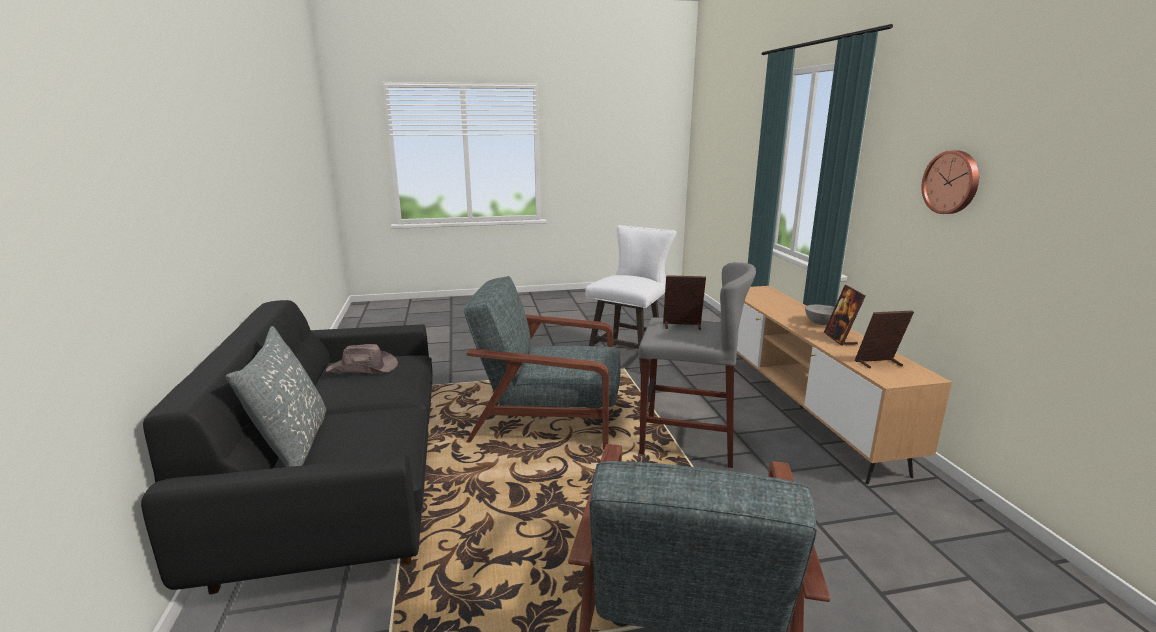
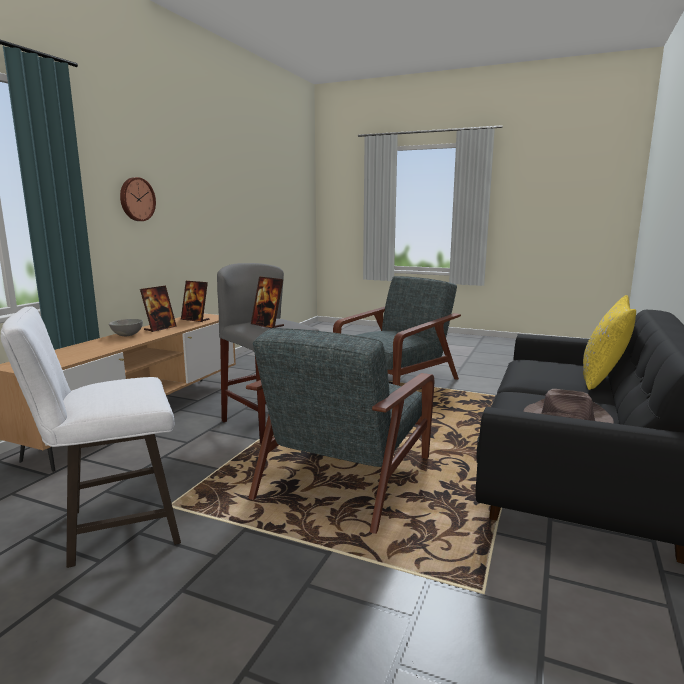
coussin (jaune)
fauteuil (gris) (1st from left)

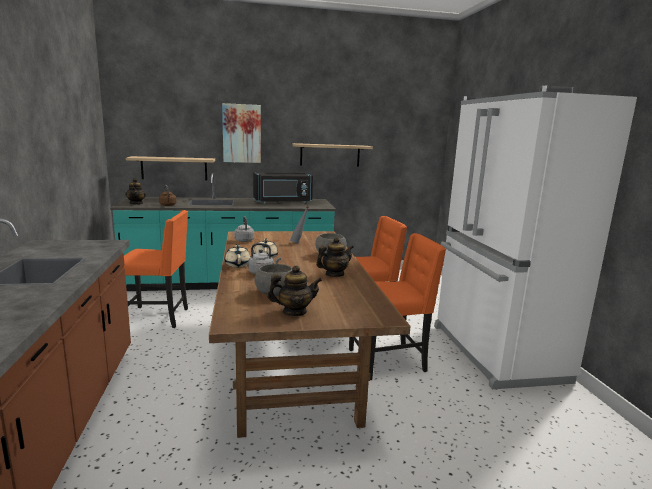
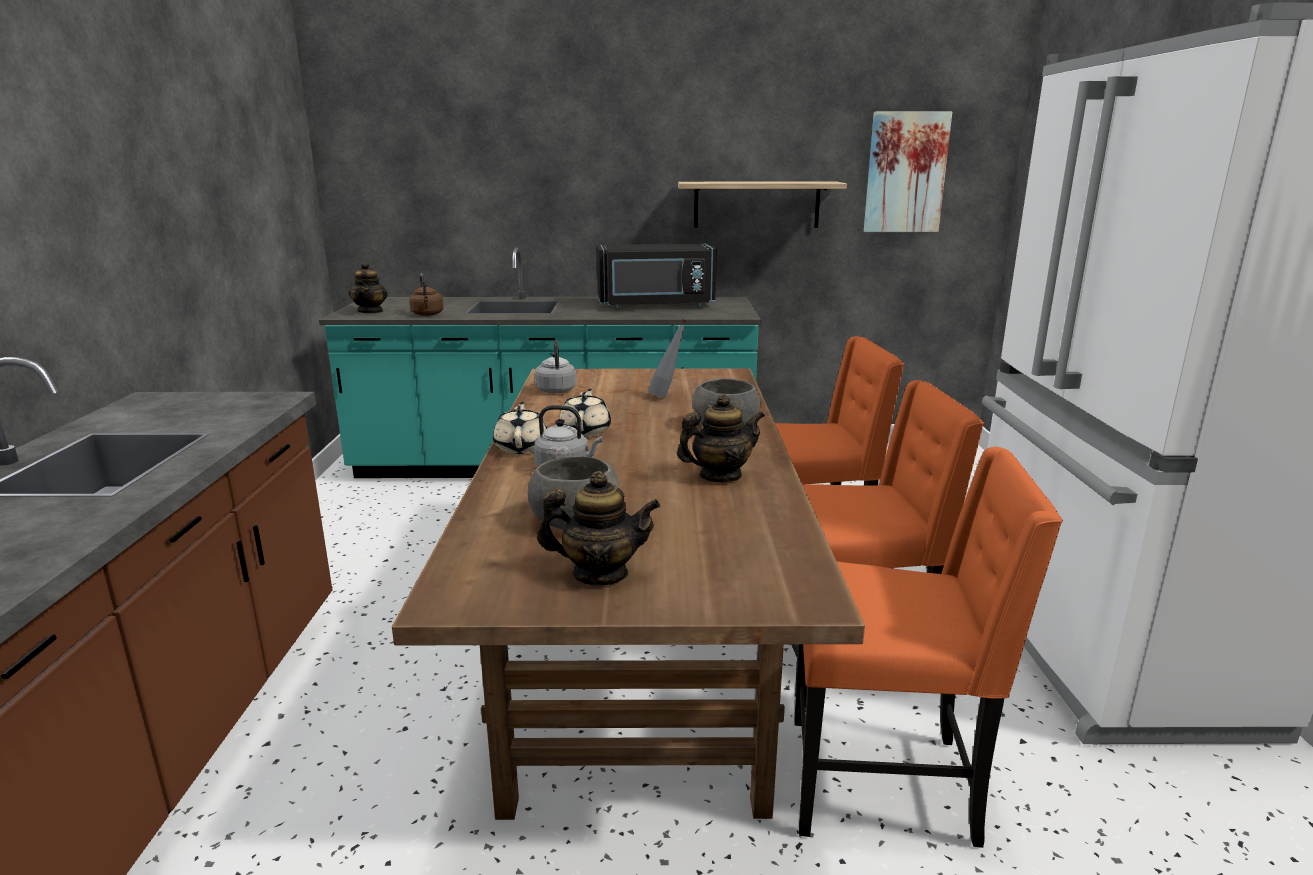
étagère (1st from left in the first image)
chaise (orange) (3rd from left)
tableau

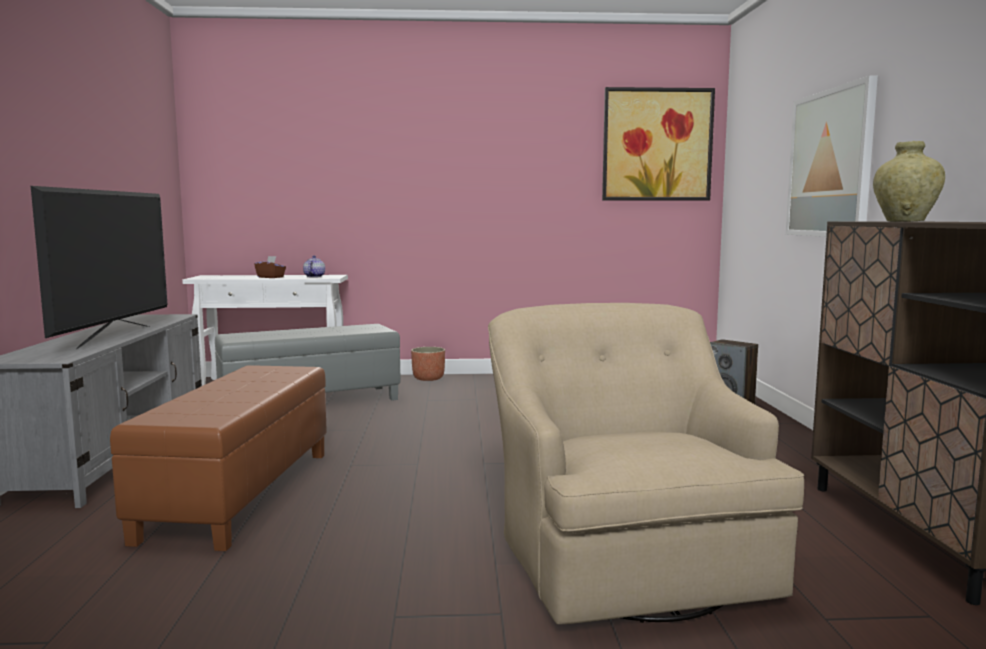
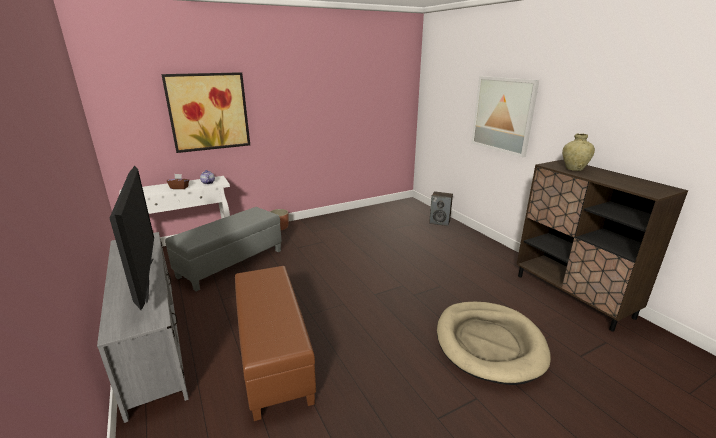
tableau (1st from left)
panier pour chien (beige)

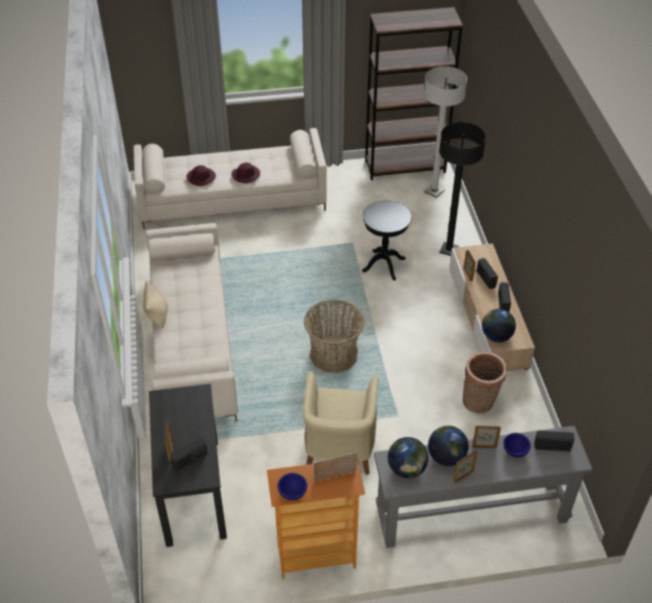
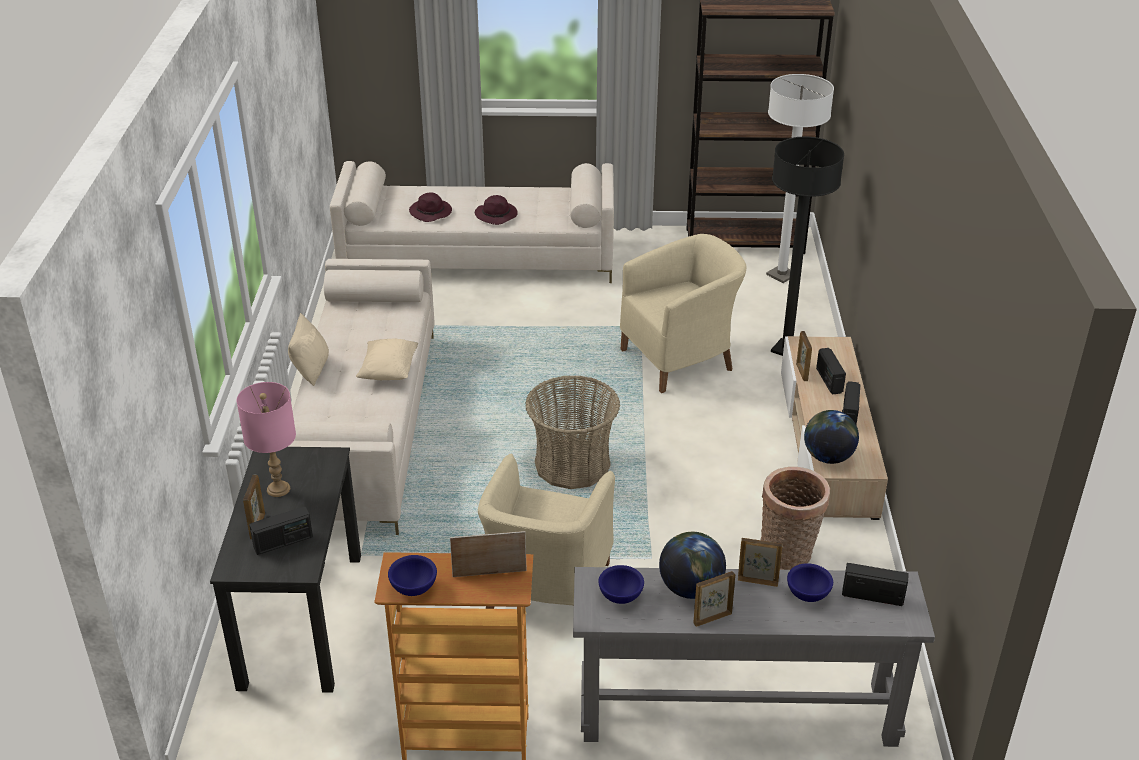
lampe de table (rose)
coussin (beige) (2nd from left)
fauteuil (beige) (2nd from left)
bol (bleu) (2nd from left)

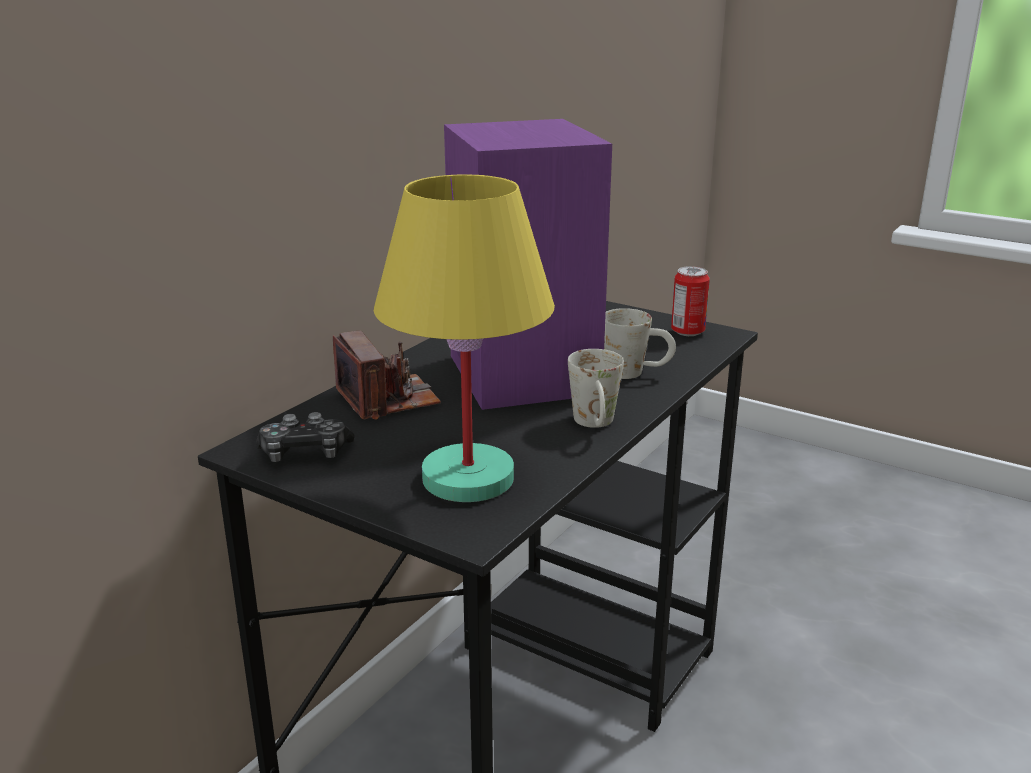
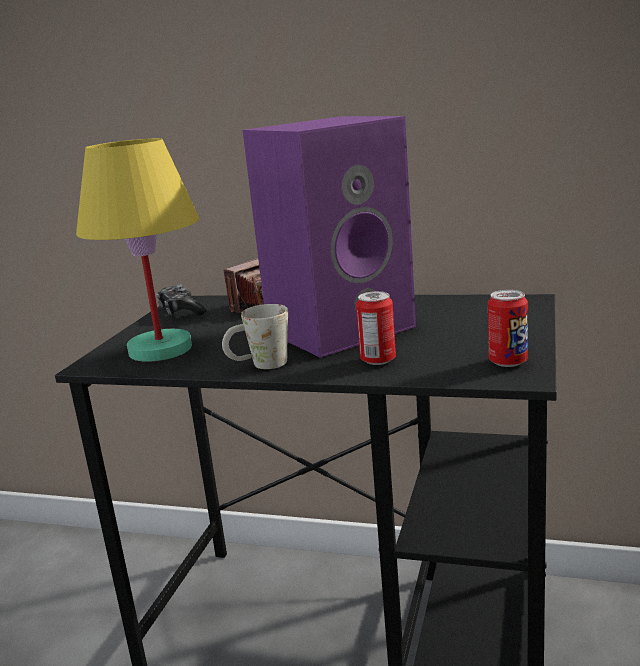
boîte métallique (1st from left)

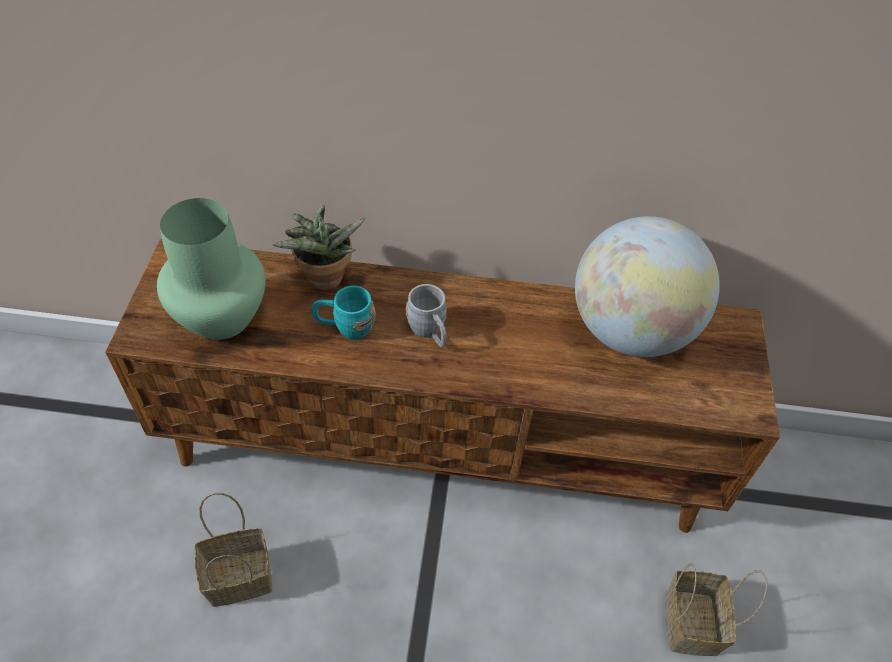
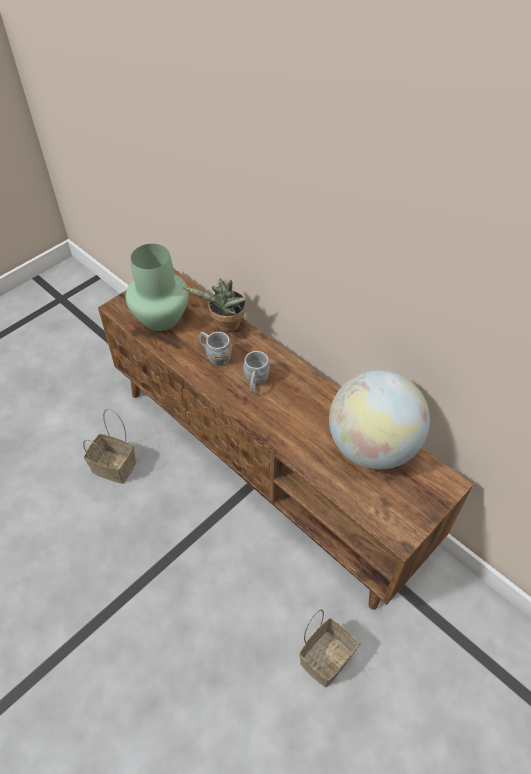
mug (gris) (1st from left)

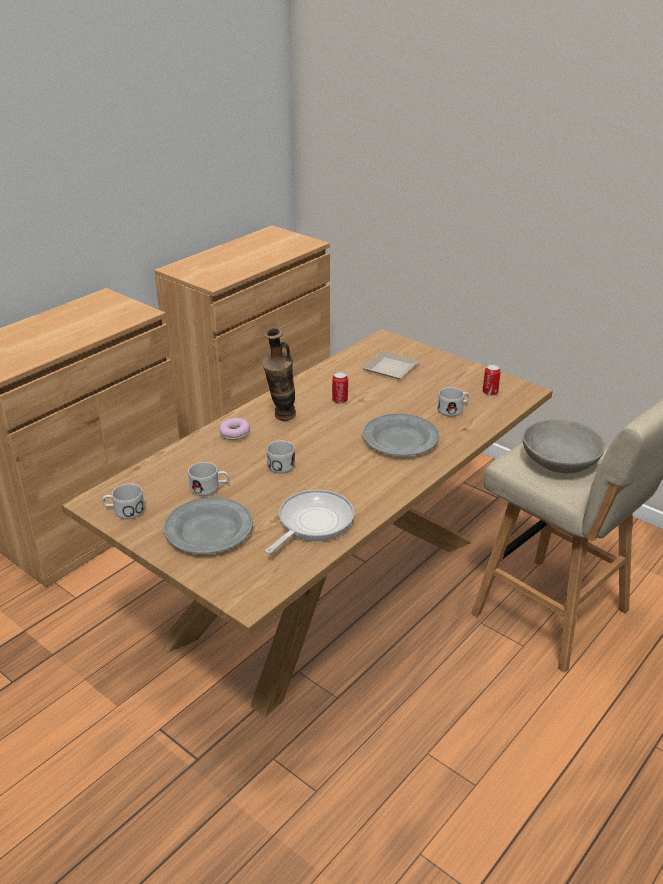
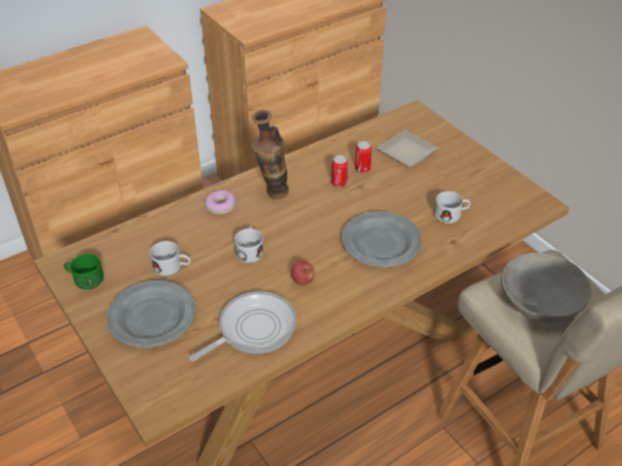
pomme
boîte métallique (2nd from left)
mug (vert)

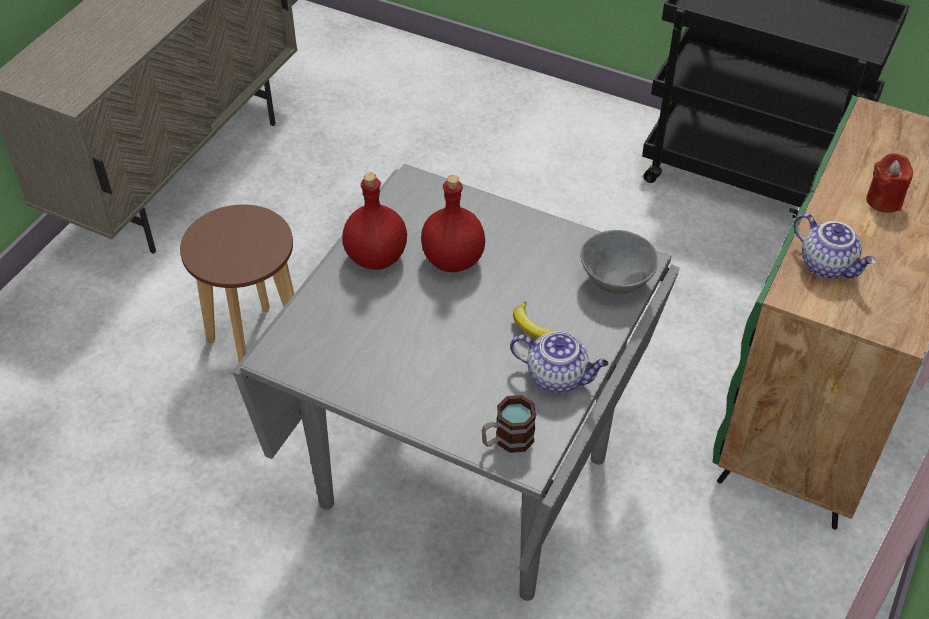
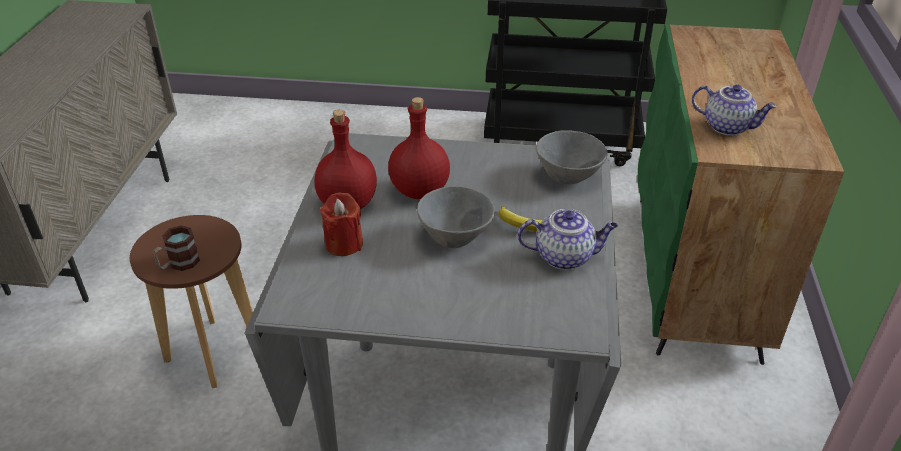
bol (gris) (1st from left)
mug
bougie (rouge)

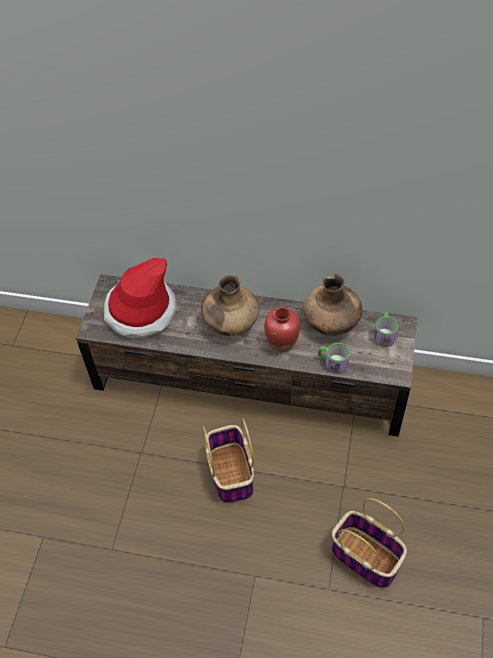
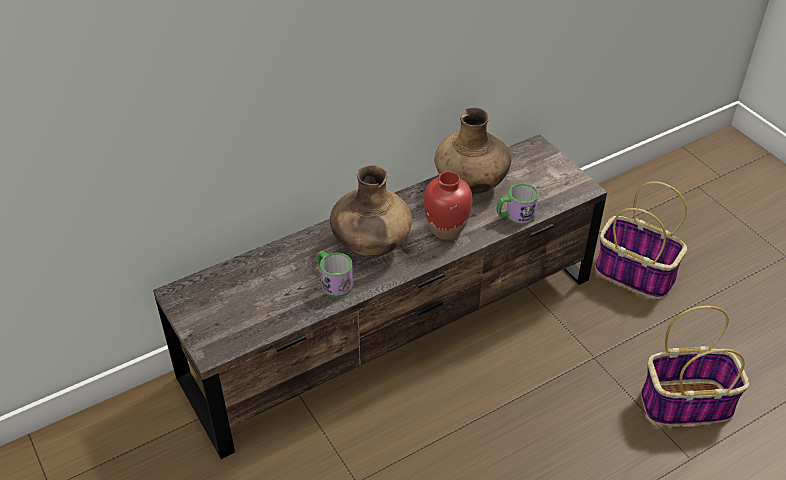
chapeau
panier (1st from left)
mug (1st from left)

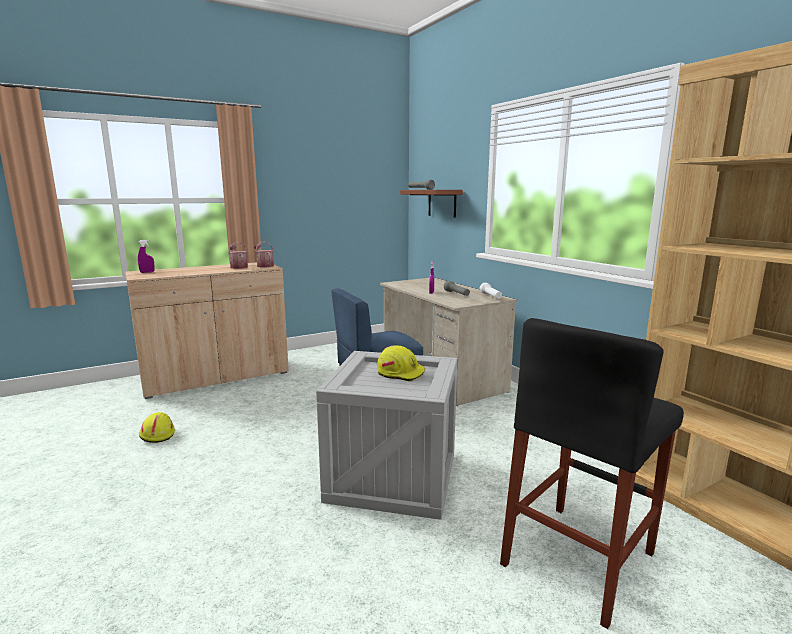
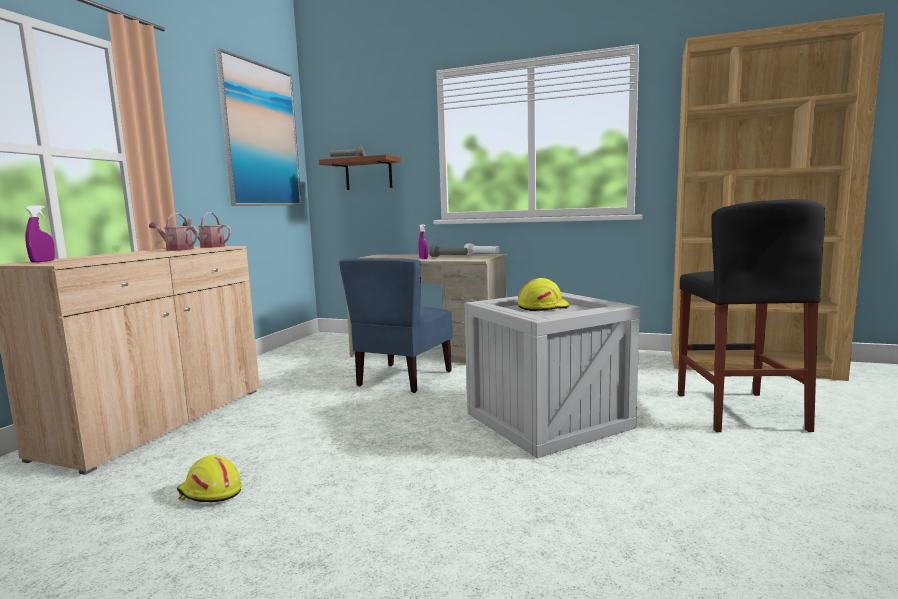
tableau

